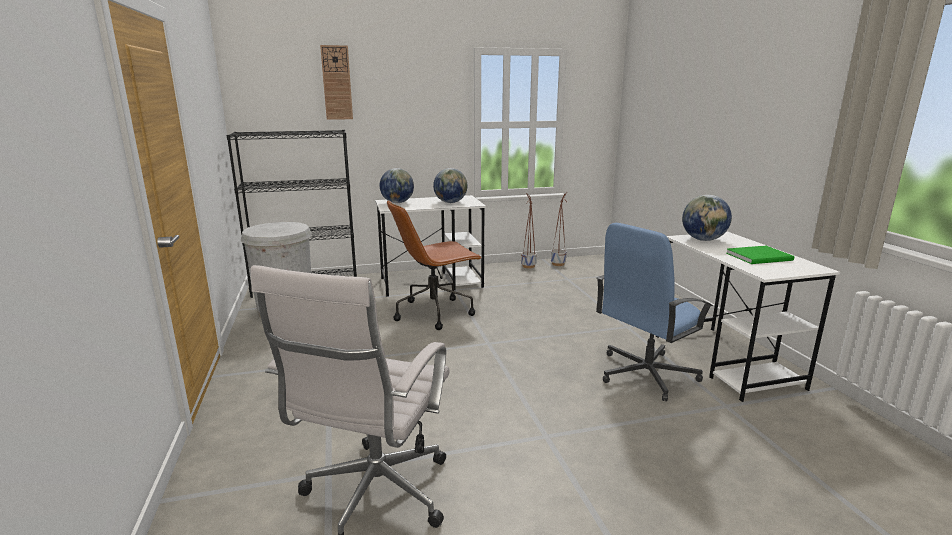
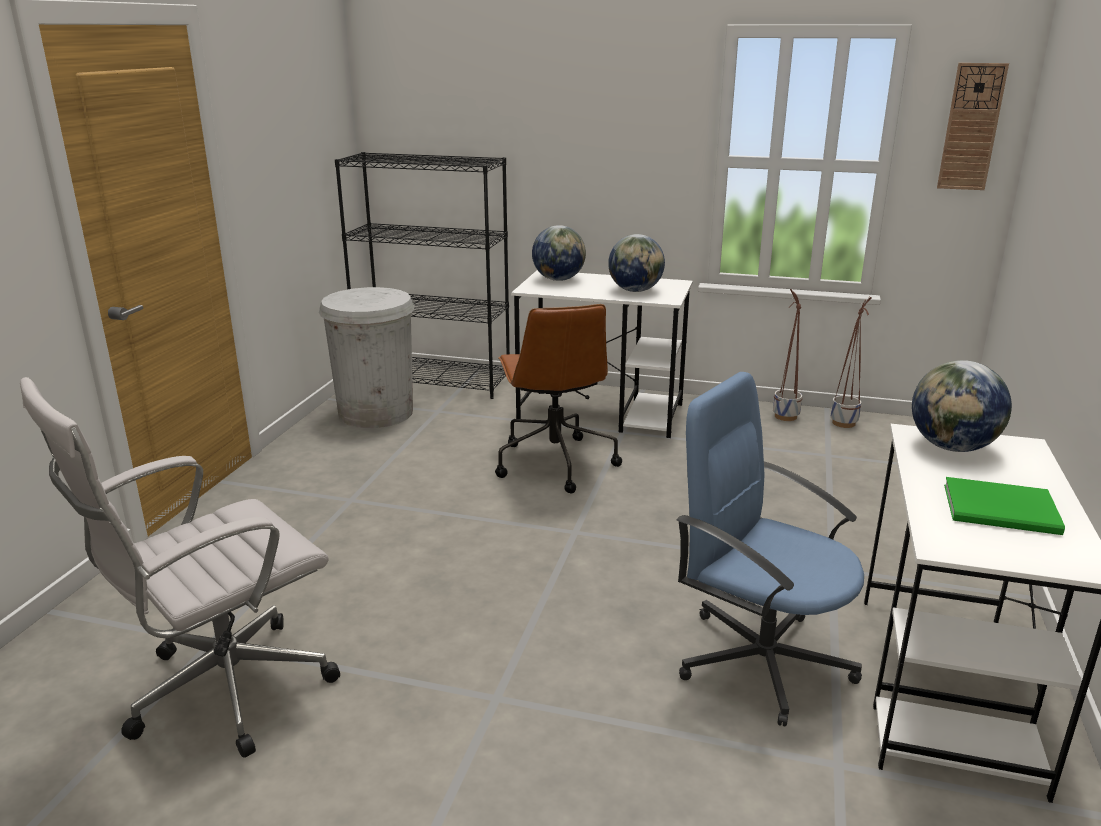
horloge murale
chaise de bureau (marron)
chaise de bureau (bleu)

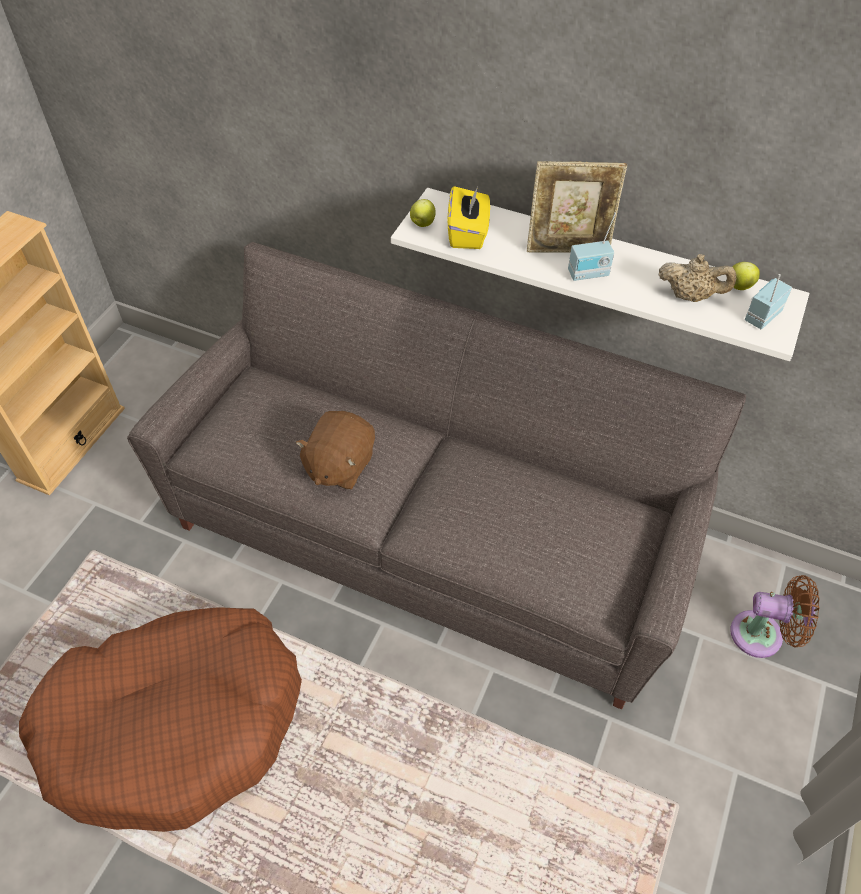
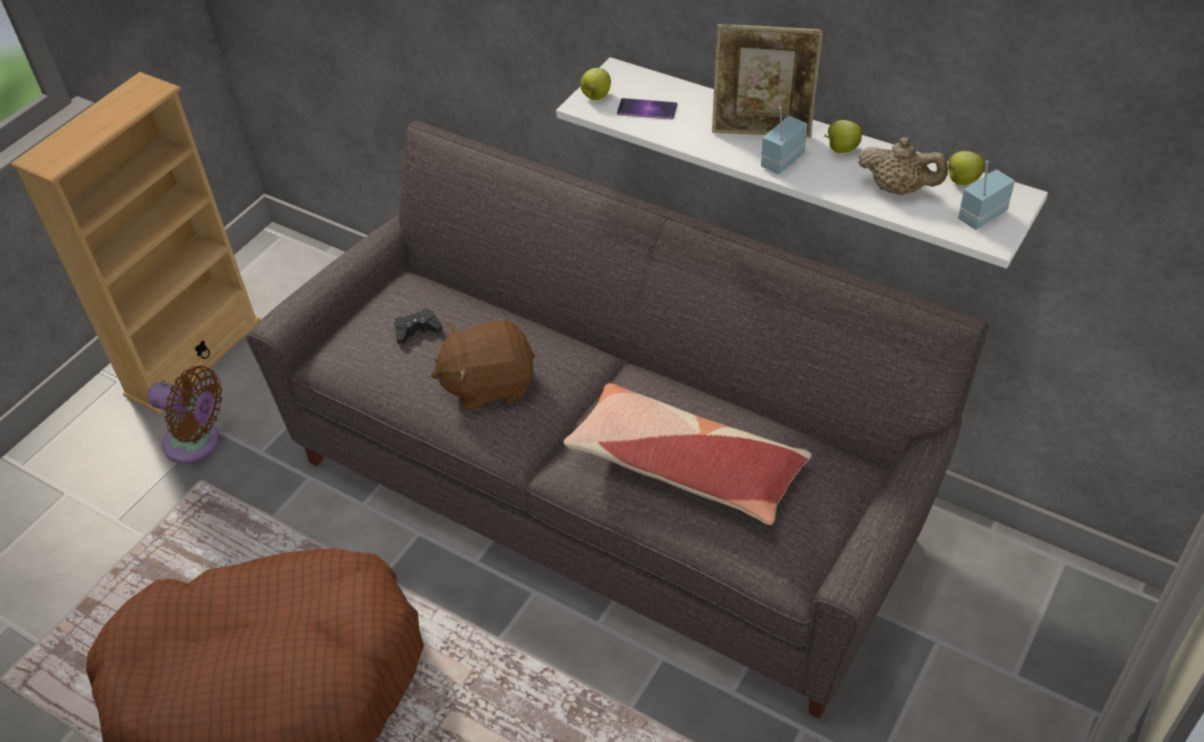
manette (noir)
coussin
pomme (2nd from left)
ventilateur (marron)
téléphone
peluche (marron)
radio (1st from left)

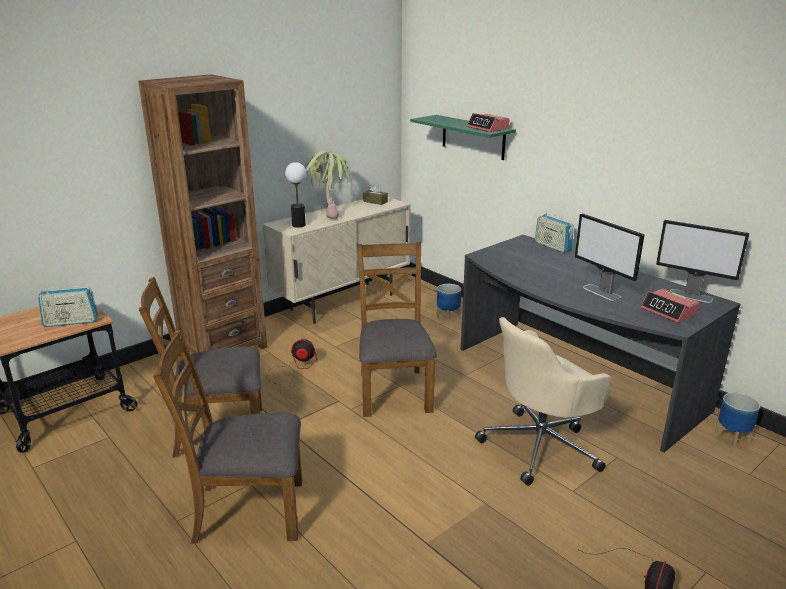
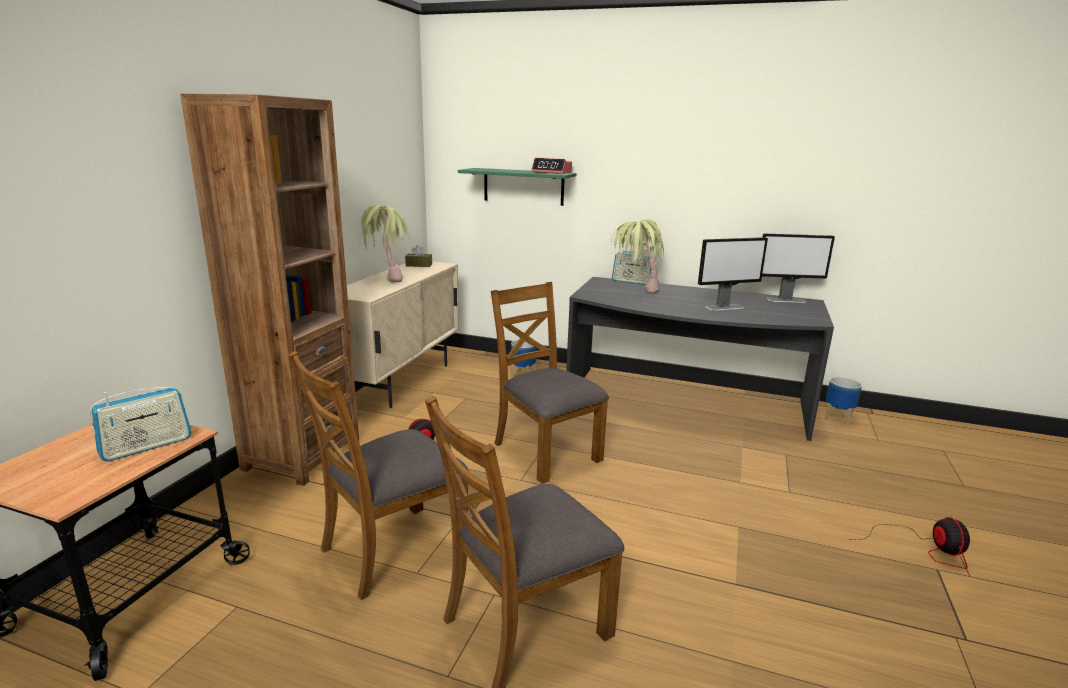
lampe de table
chaise de bureau (beige)
réveil (2nd from left in the first image)
plante en pot (2nd from left)
écran d'ordinateur (1st from left)

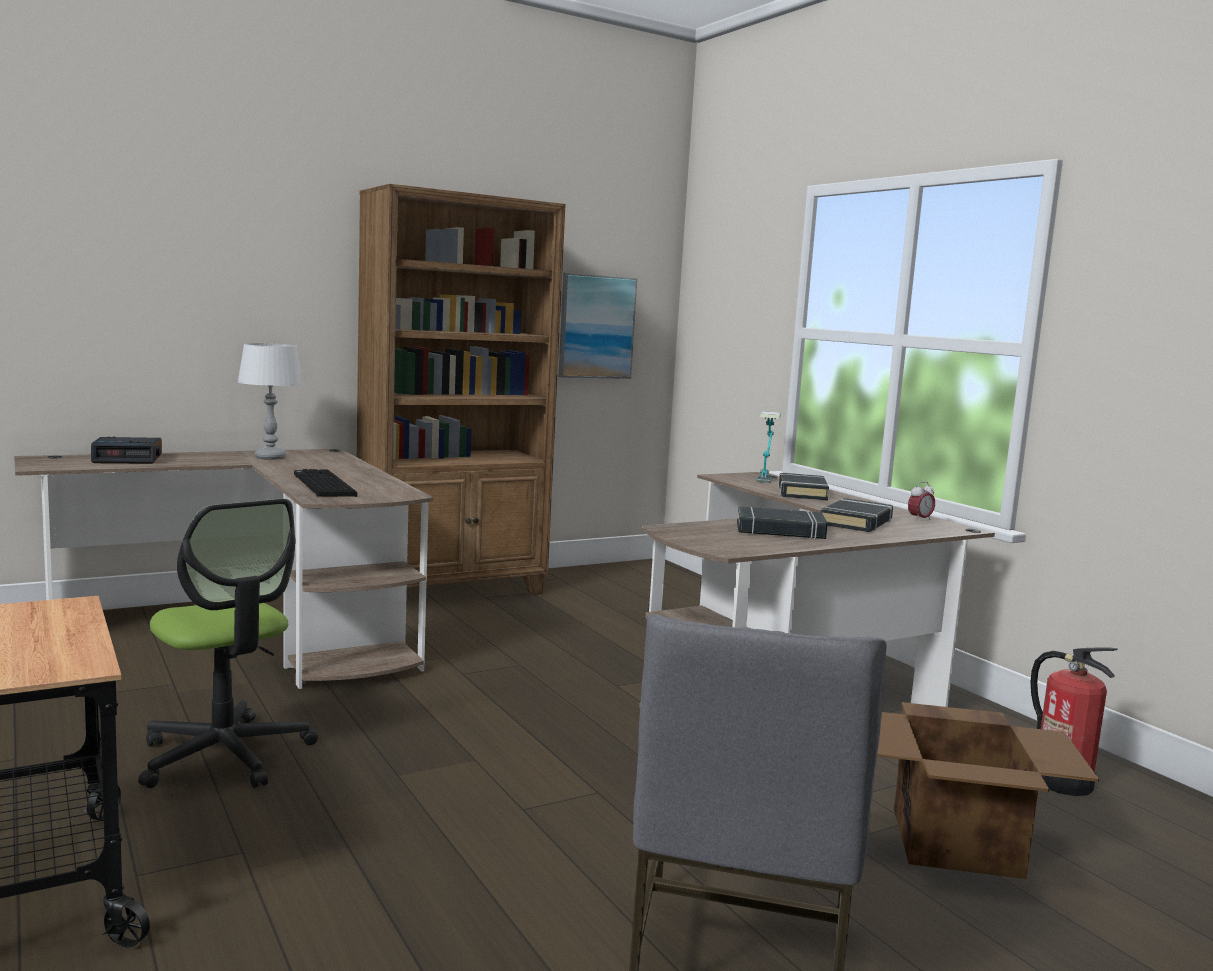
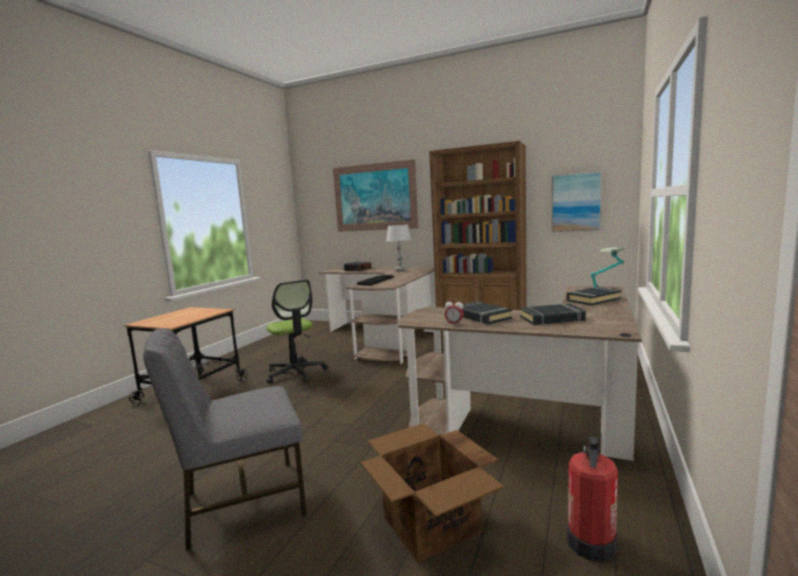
tableau (1st from left)
réveil (2nd from left)
chaise de bureau

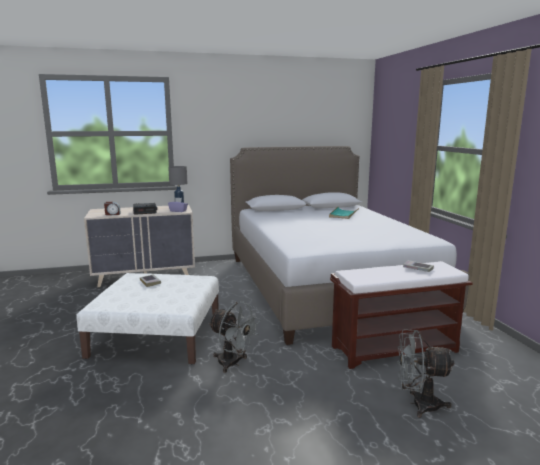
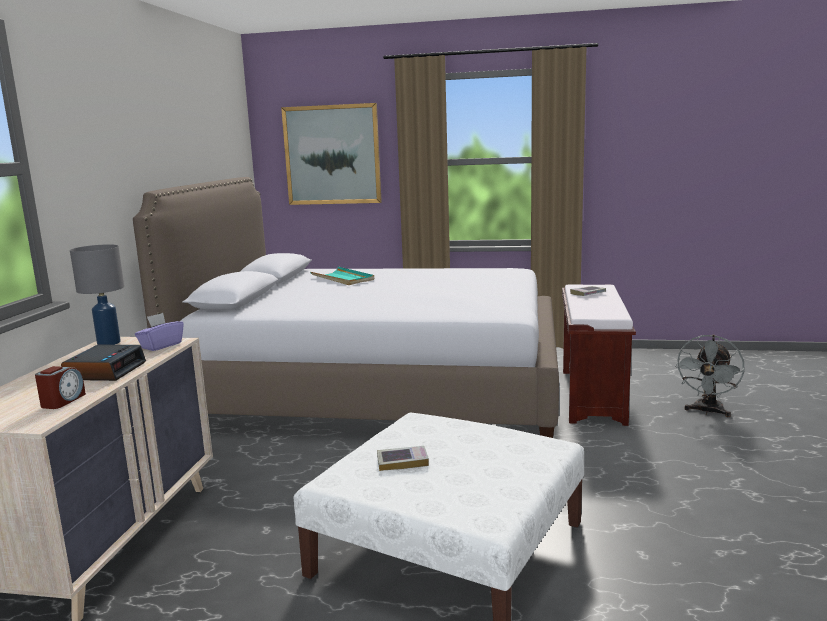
ventilateur (gris) (1st from left in the first image)
tableau

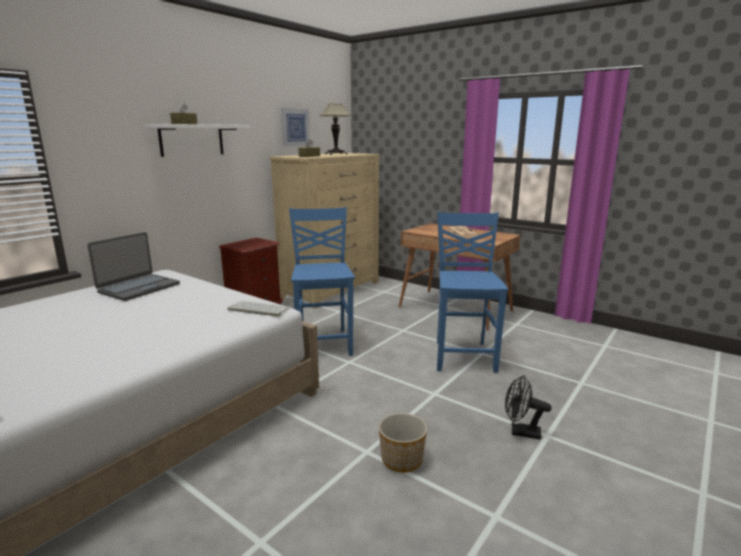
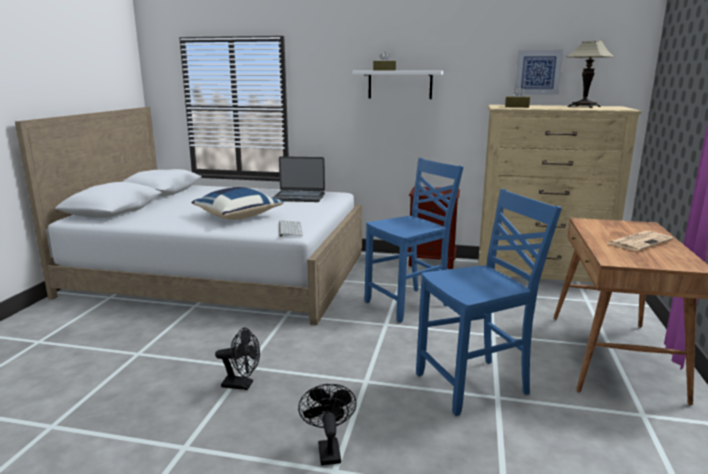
coussin (bleu)
ventilateur (noir) (1st from left)

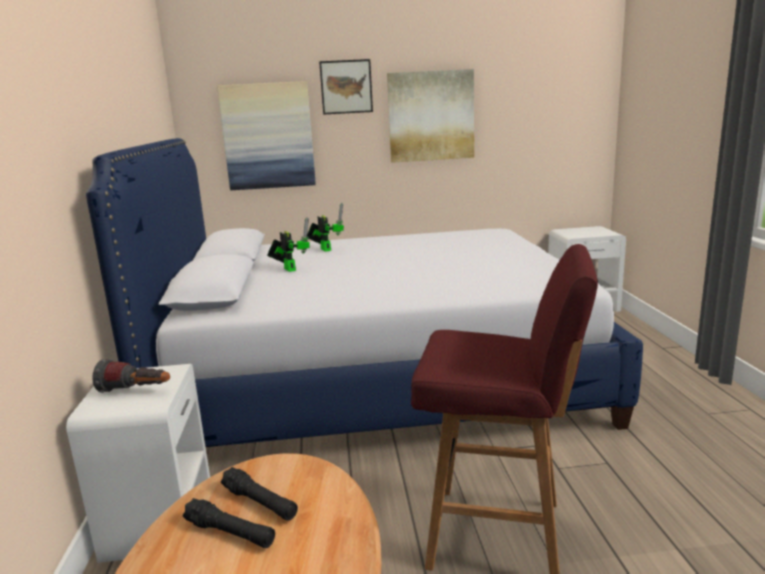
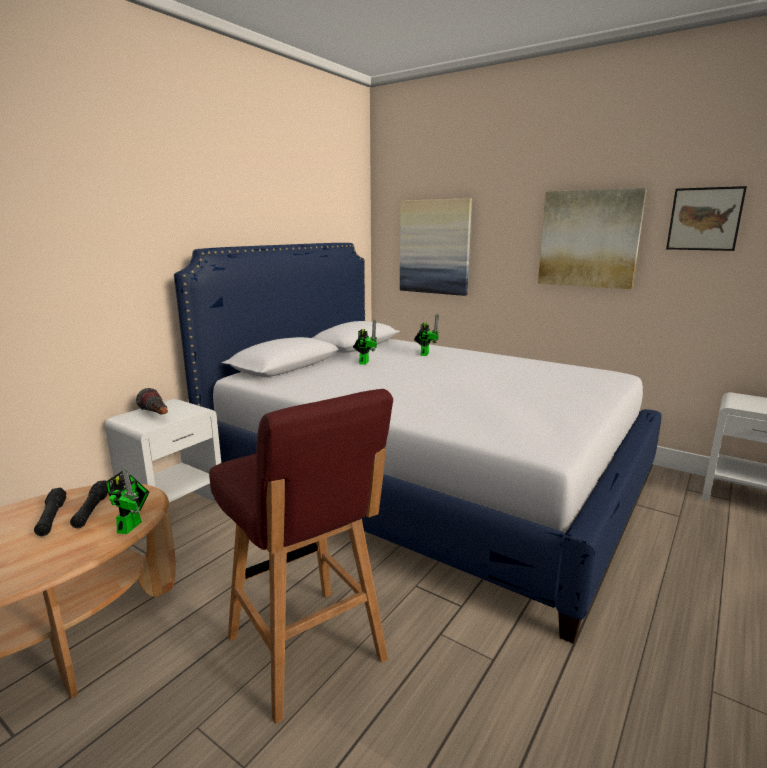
robot jouet (1st from left)
tableau (3rd from left)

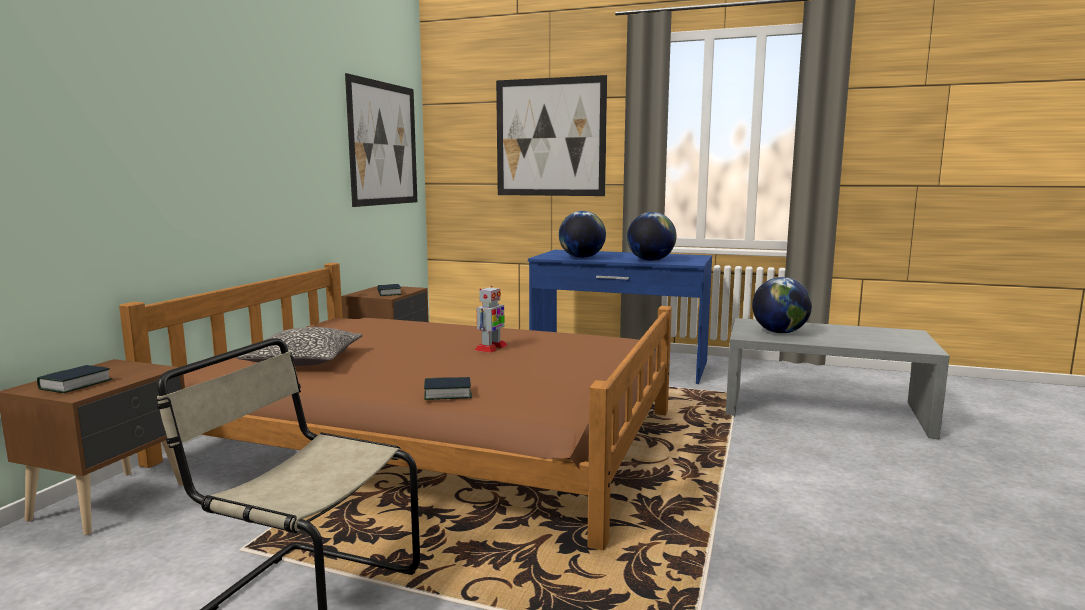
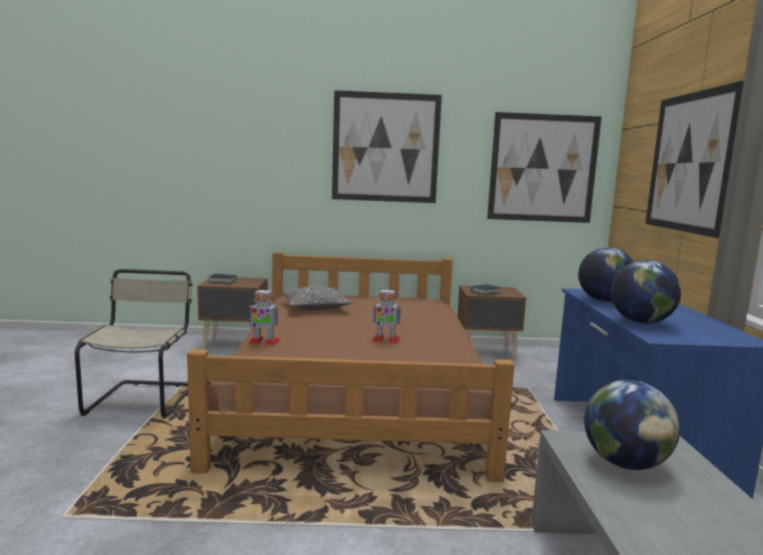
tableau (1st from left)
robot jouet (1st from left)

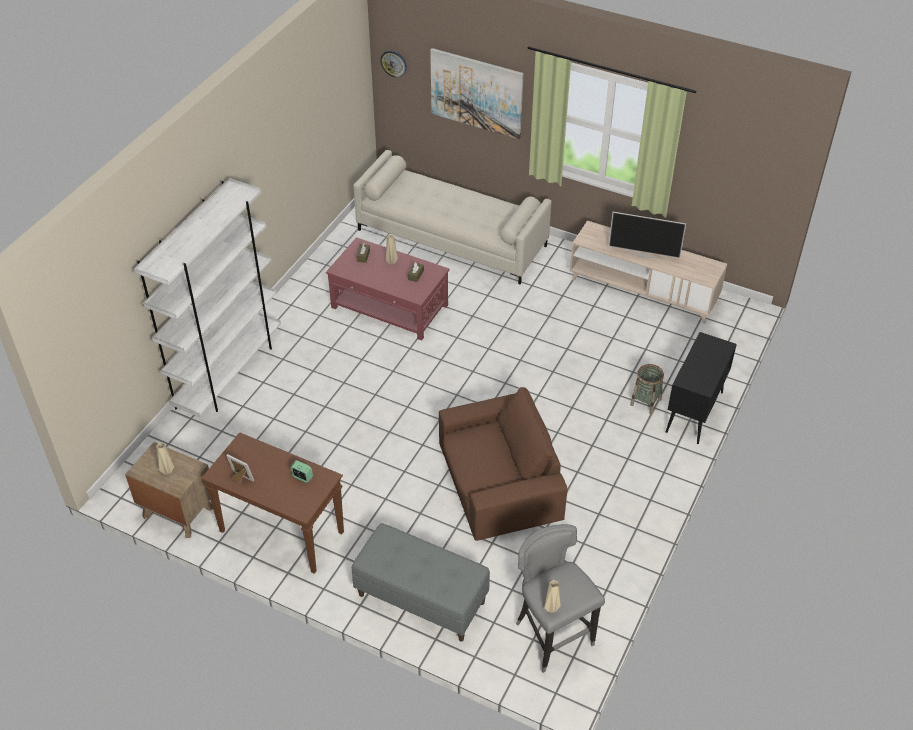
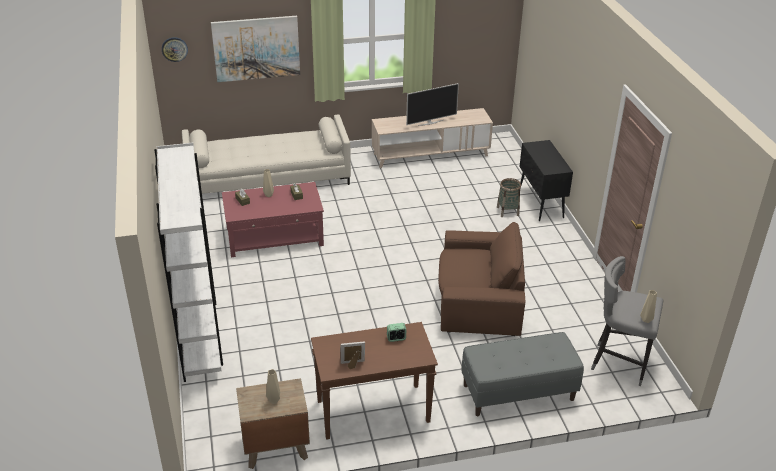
fauteuil (marron)

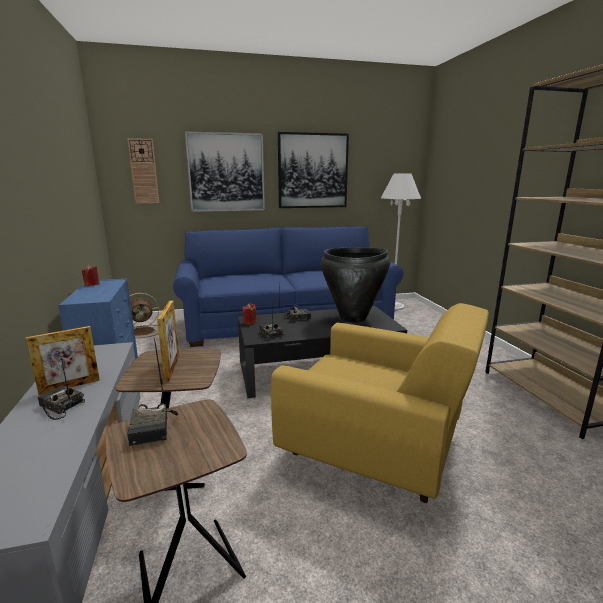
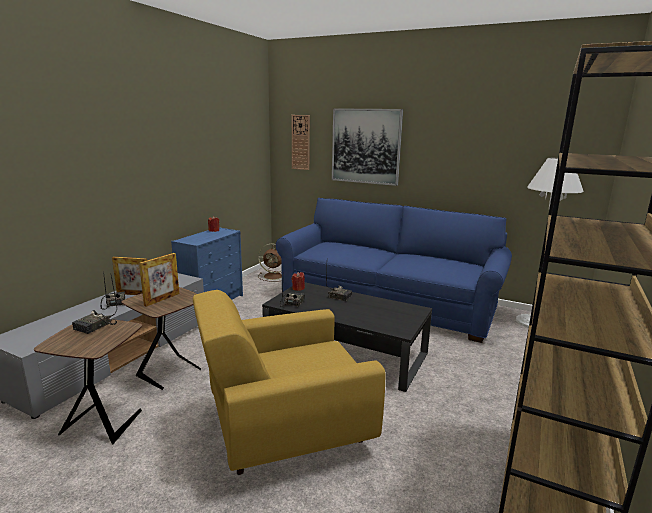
tableau (2nd from left in the first image)
vase (noir)
fauteuil (jaune)

